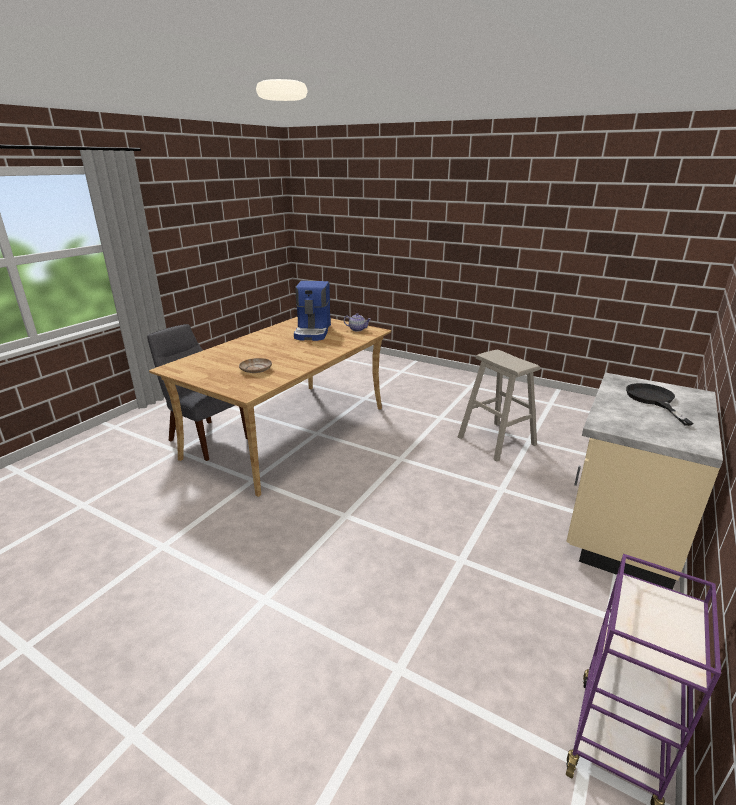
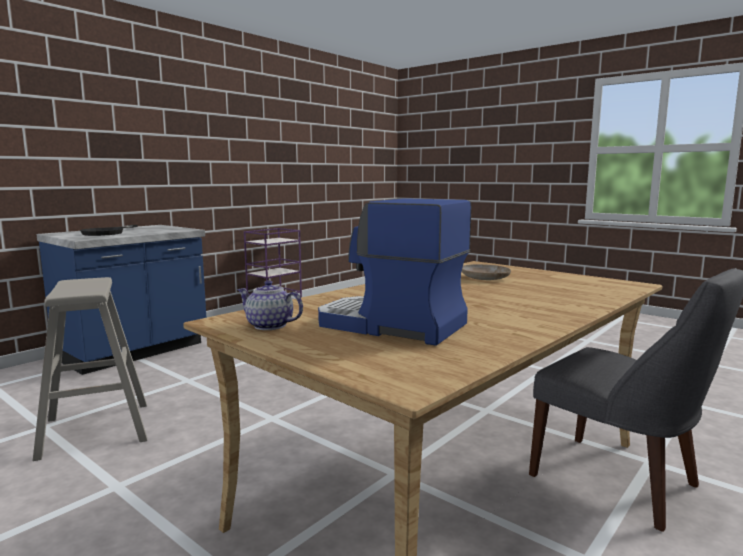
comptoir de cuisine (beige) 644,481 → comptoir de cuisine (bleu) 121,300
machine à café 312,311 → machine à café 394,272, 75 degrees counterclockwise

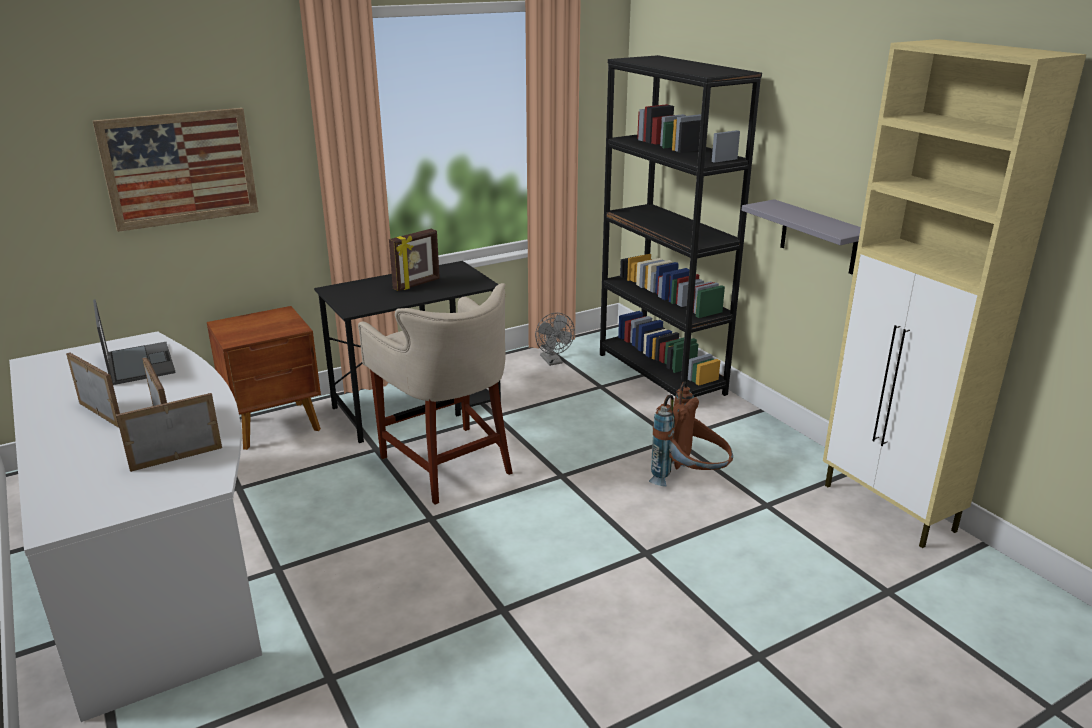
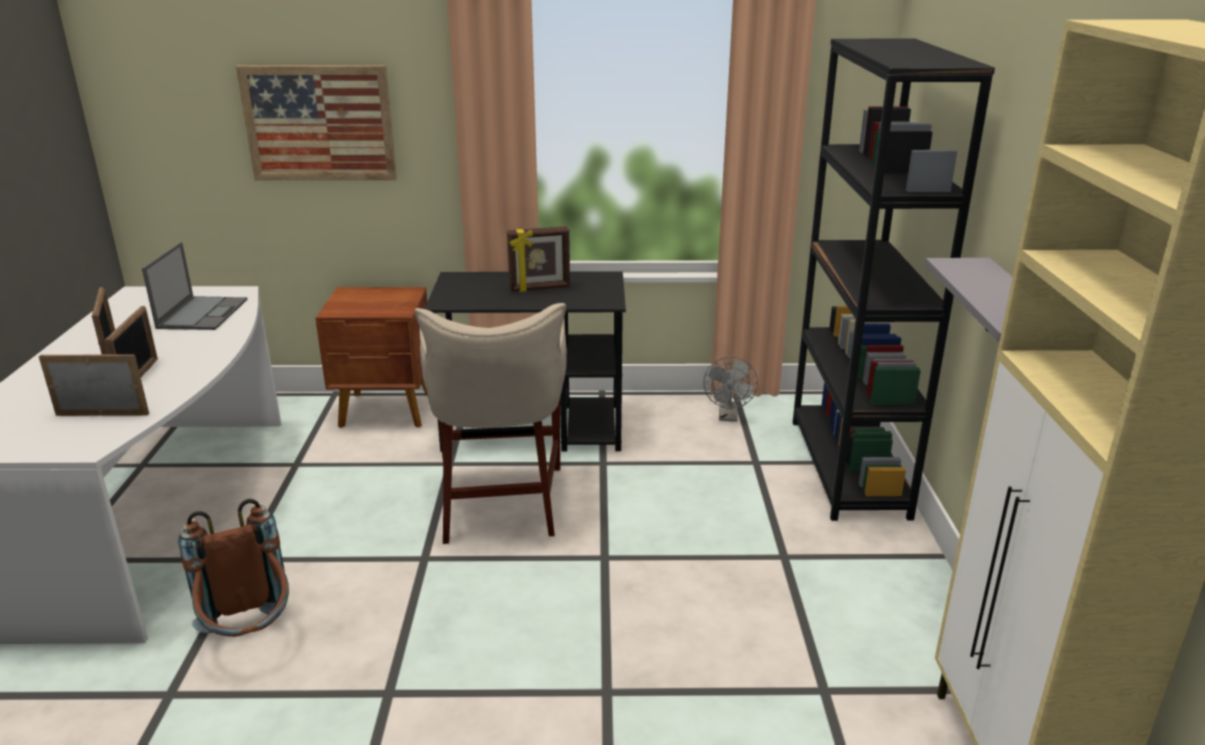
sac à dos (marron) 691,434 → sac à dos (marron) 233,568, relocated

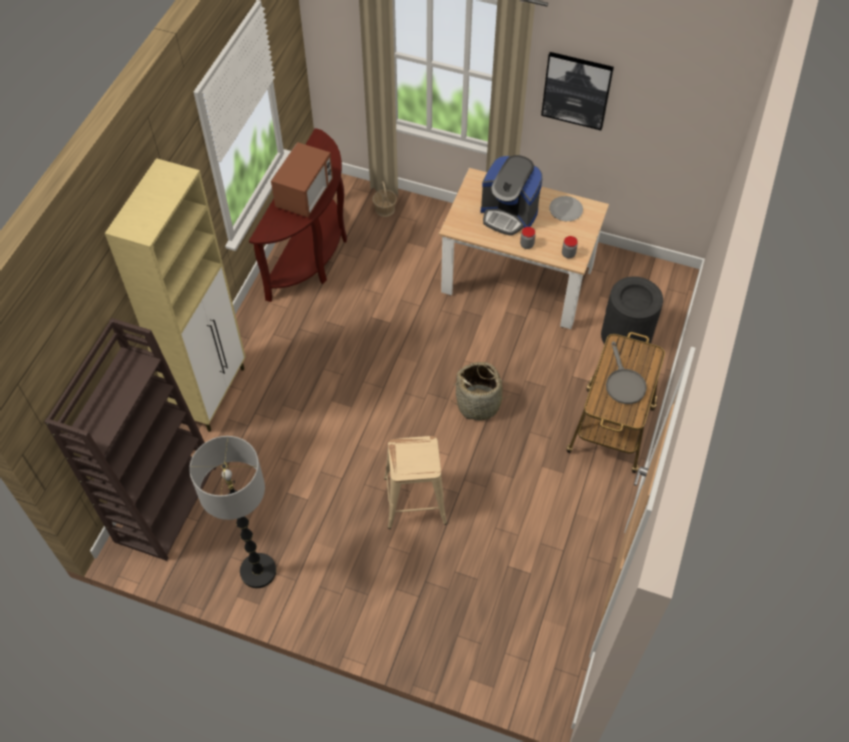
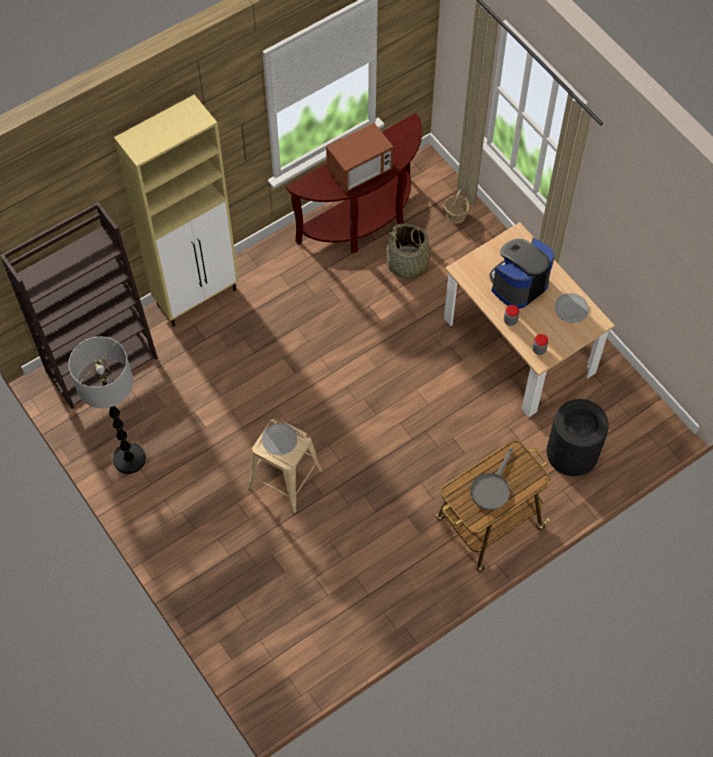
tableau 577,91 → -
- → assiette 279,439
panier 482,391 → panier 410,251, relocated
machine à café 511,195 → machine à café 522,273, 75 degrees clockwise

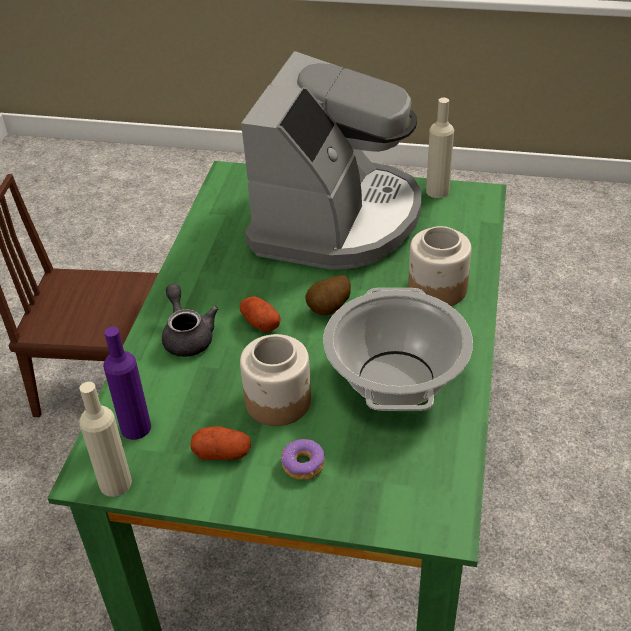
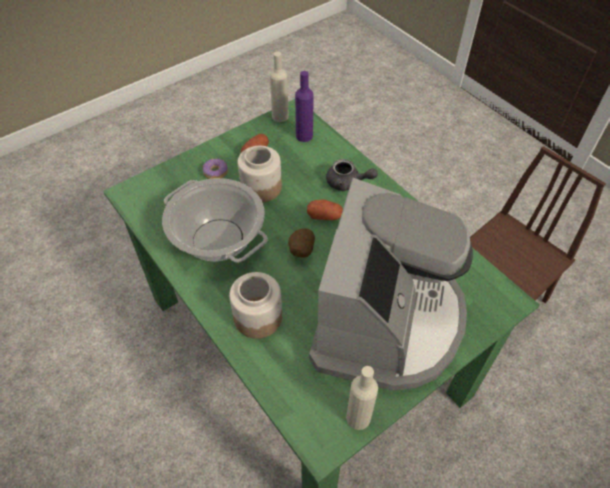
machine à café 331,160 → machine à café 391,284, 135 degrees counterclockwise

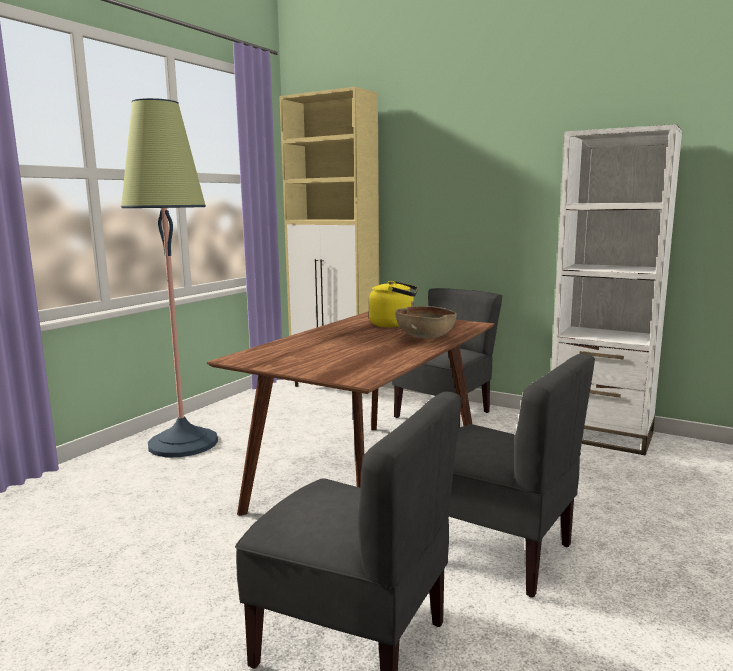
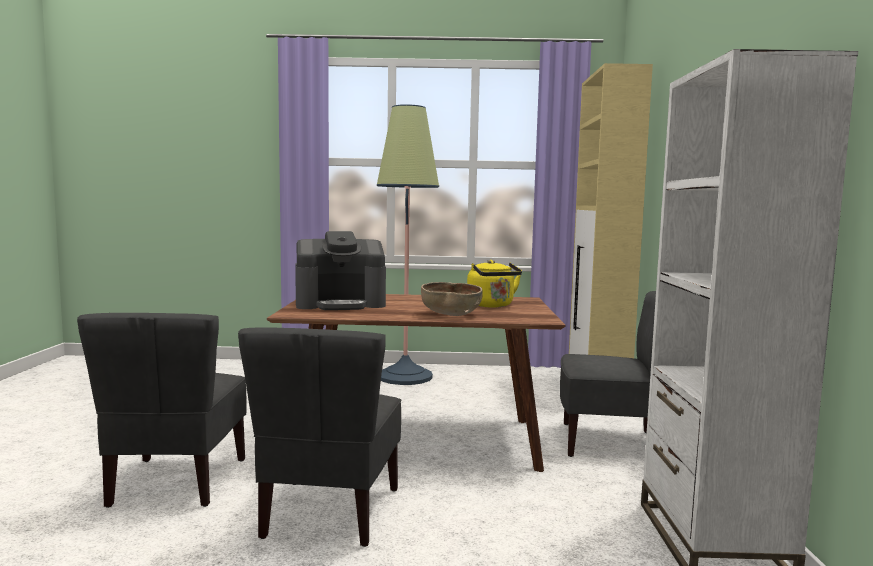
- → machine à café 340,270

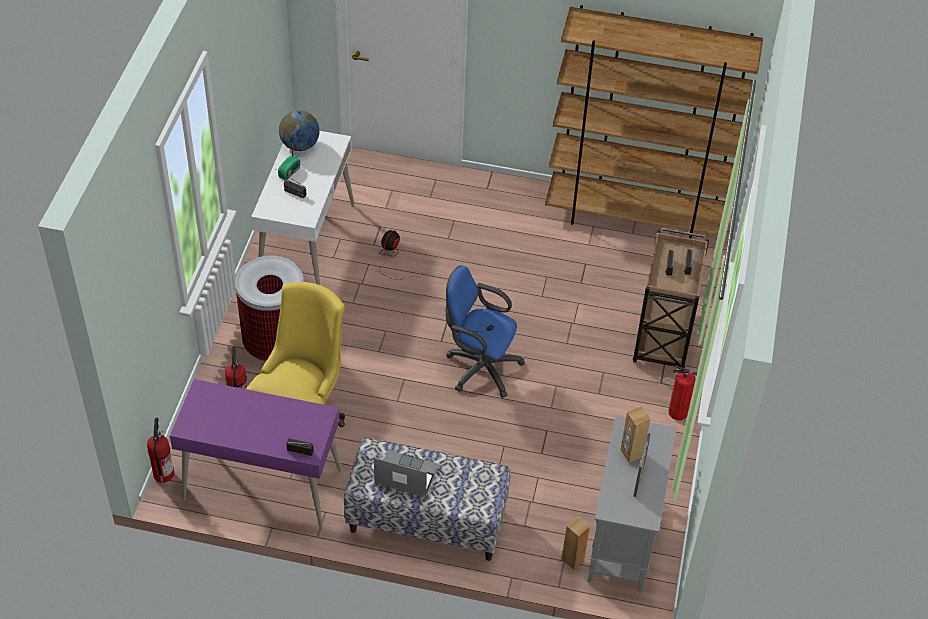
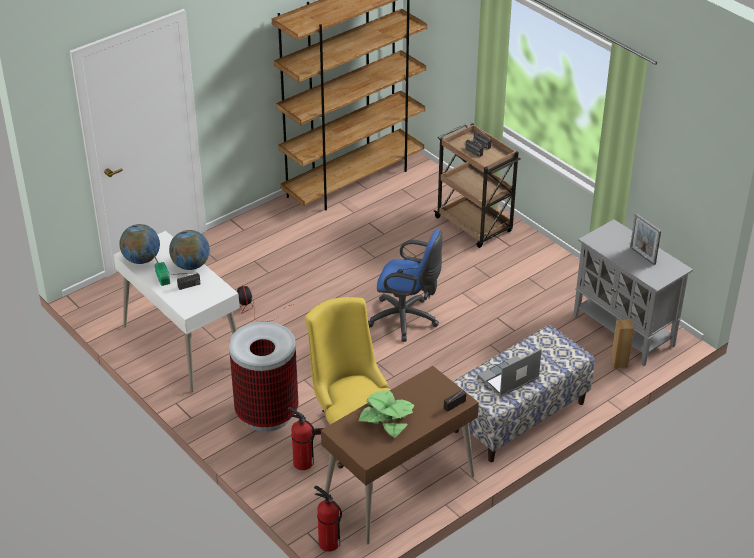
enceinte (marron) 635,434 → -
extincteur 682,393 → -
- → globe 189,250
- → plante en pot 386,414
bureau (violet) 256,454 → bureau (marron) 400,455
chaise de bureau (bleu) 485,331 → chaise de bureau (bleu) 405,285, 135 degrees counterclockwise

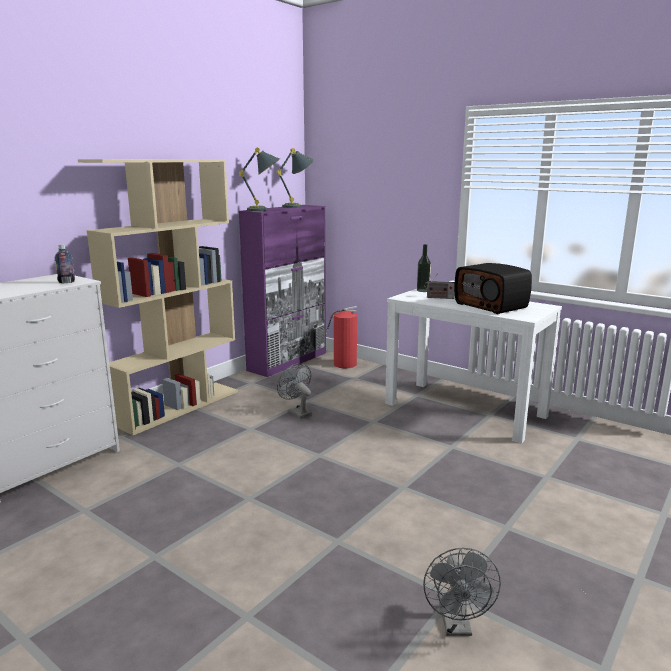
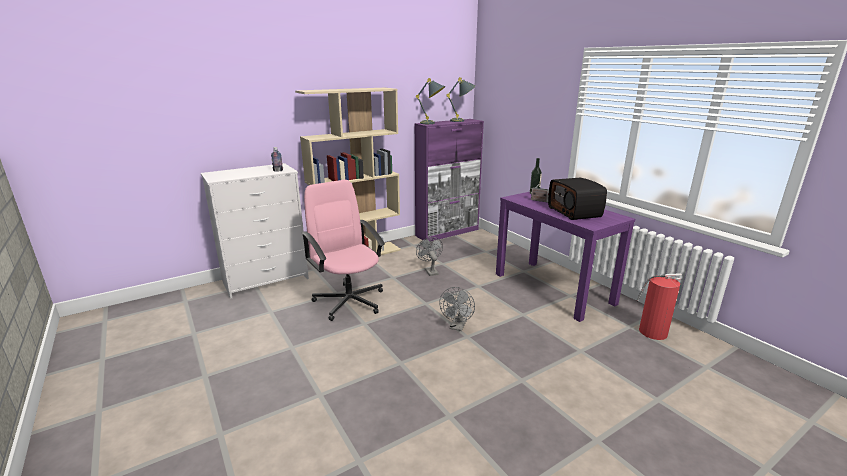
- → chaise de bureau (rose) 343,250
extincteur 341,337 → extincteur 659,306, relocated
ventilateur (gris) 462,592 → ventilateur (gris) 457,309, relocated
table console (blanc) 473,366 → table console (violet) 565,257

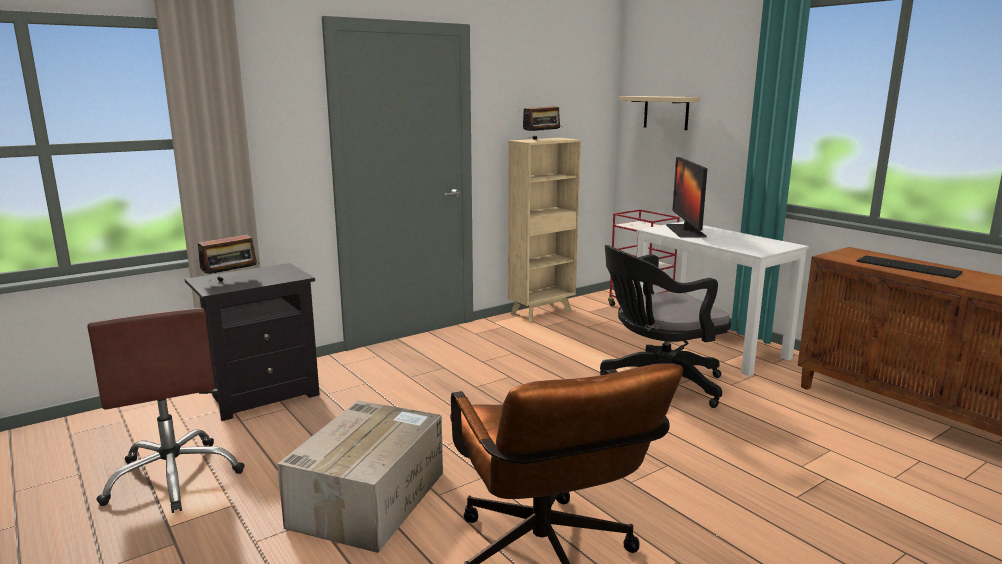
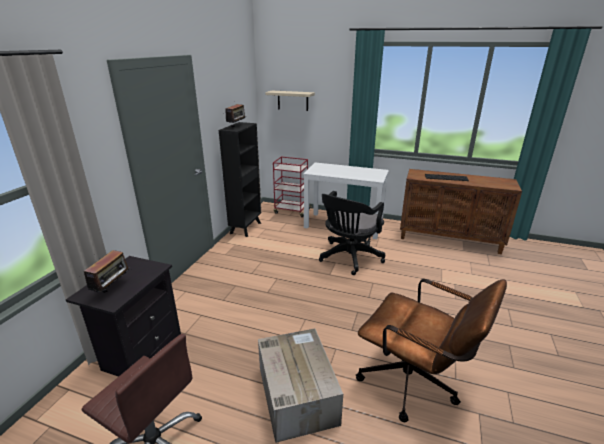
écran d'ordinateur 686,197 → -
bibliothèque (beige) 544,230 → bibliothèque (noir) 240,179

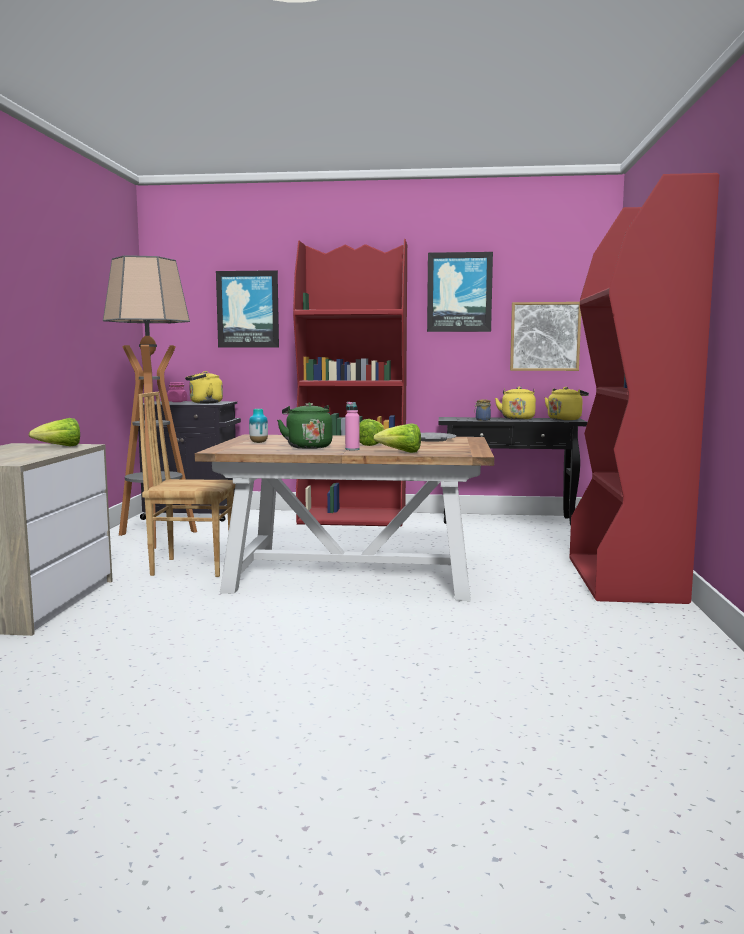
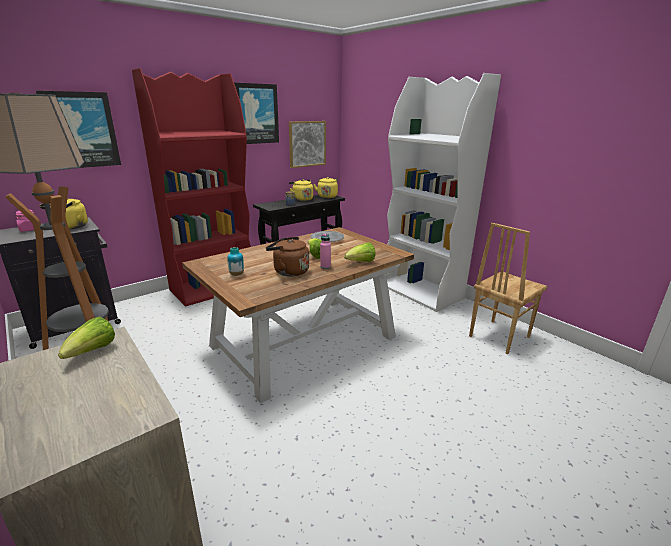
chaise (marron) 186,484 → chaise (marron) 508,289, relocated
bouilloire (vert) 304,426 → bouilloire (marron) 287,257
bibliothèque (rouge) 644,388 → bibliothèque (blanc) 444,192

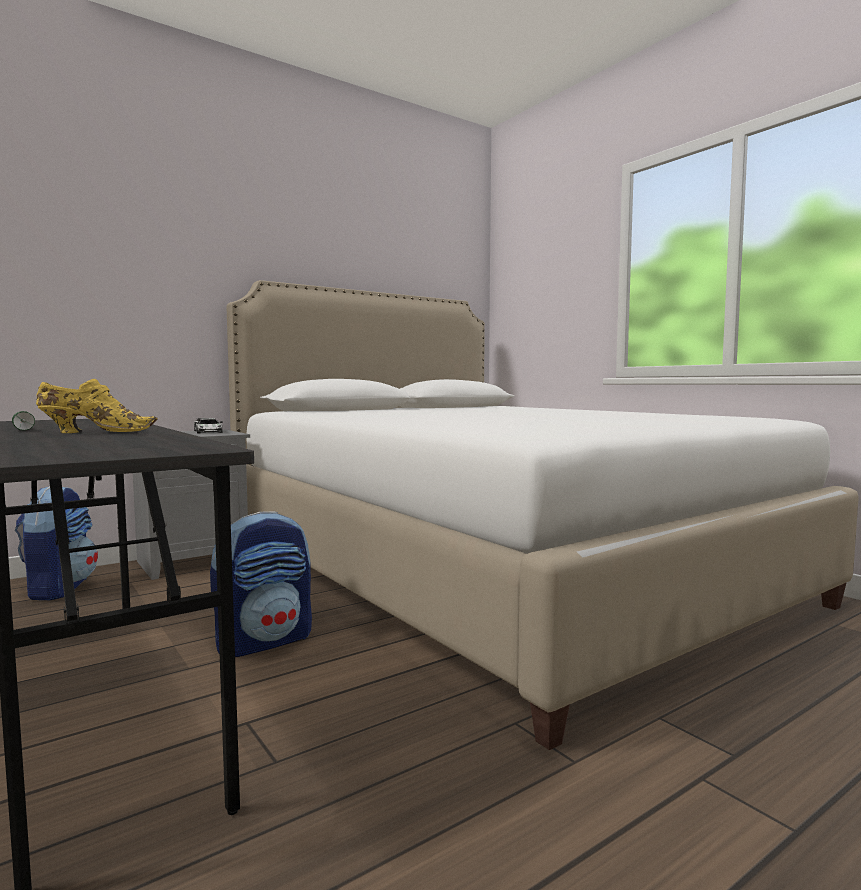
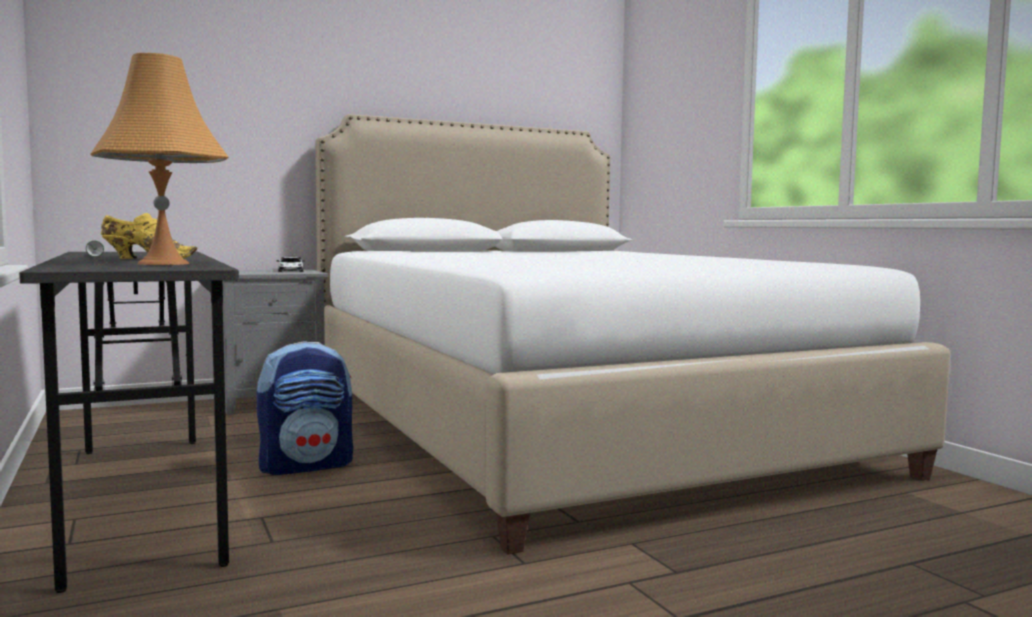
sac à dos 56,543 → -
- → lampe de table (orange) 159,159

